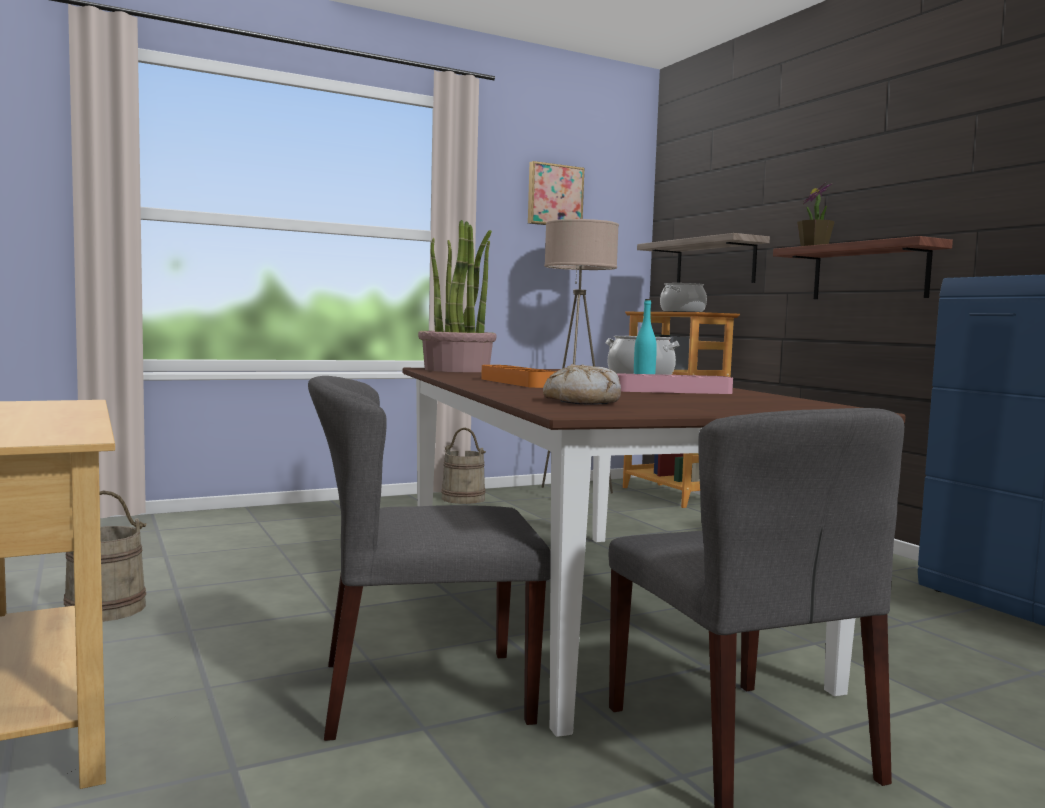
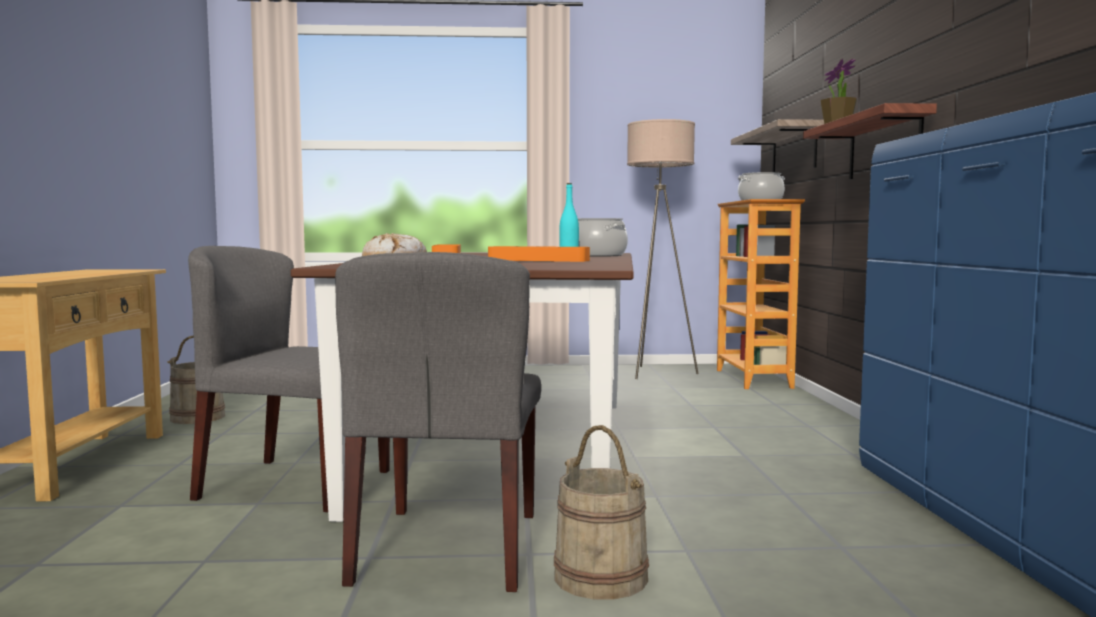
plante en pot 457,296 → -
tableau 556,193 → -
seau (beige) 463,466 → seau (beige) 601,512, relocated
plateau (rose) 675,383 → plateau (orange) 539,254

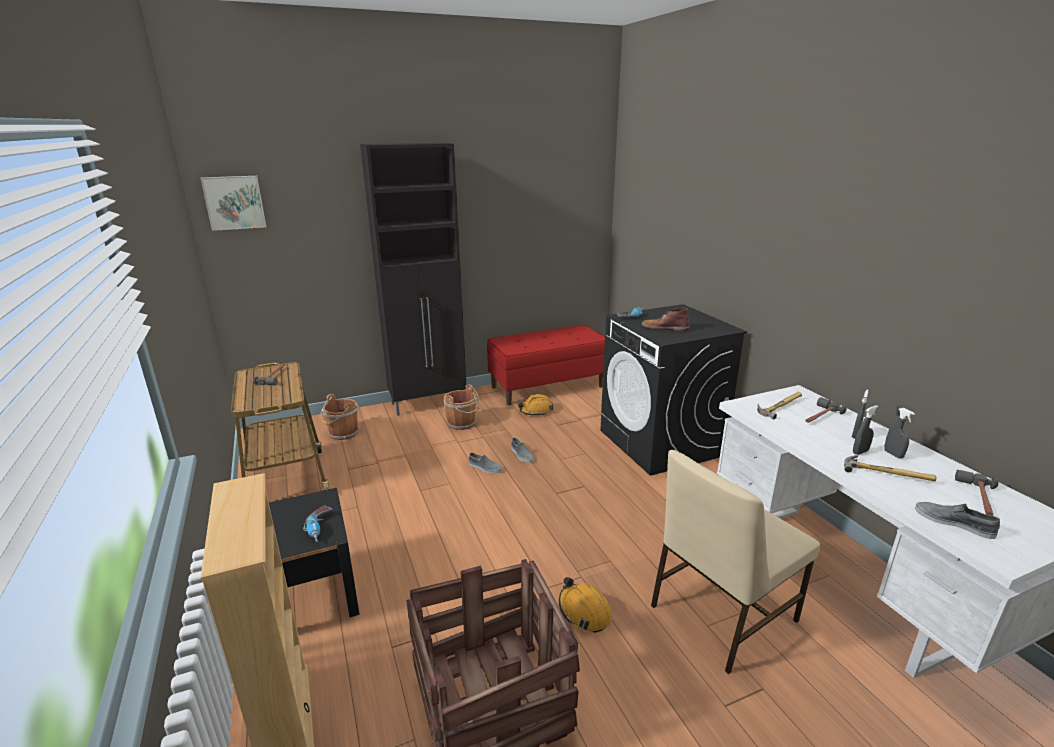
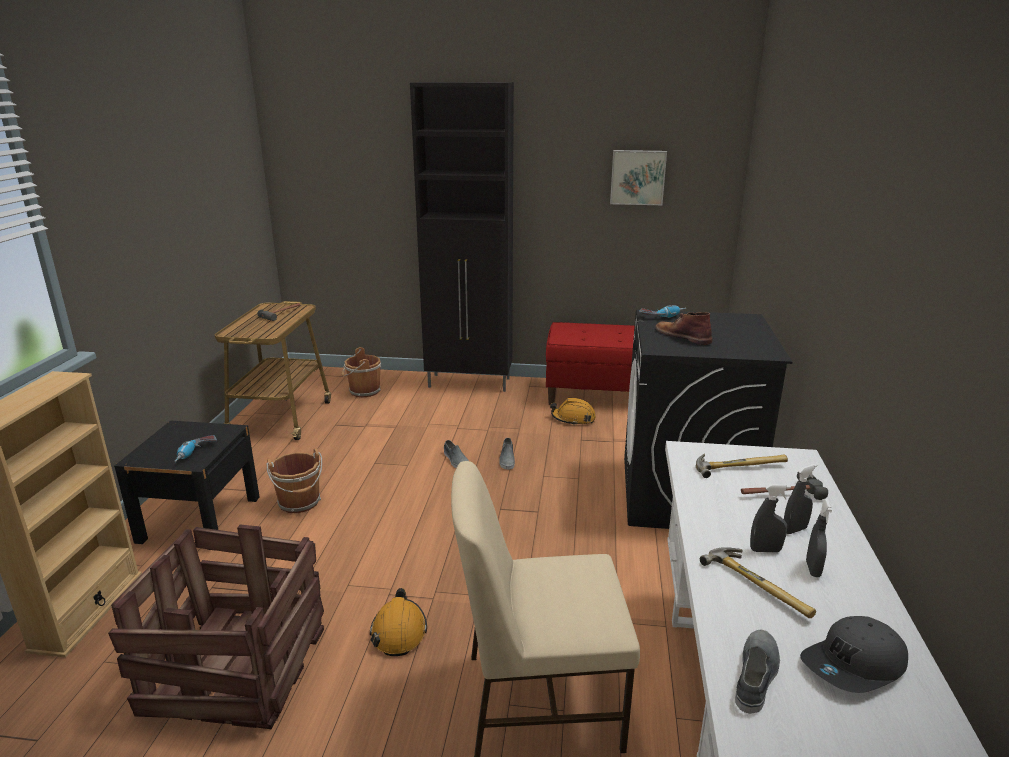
tableau 233,203 → tableau 638,177, relocated
seau (marron) 462,407 → seau (marron) 294,480, relocated
marteau 976,493 → casquette (gris) 854,654
chaussure (gris) 957,520 → chaussure (gris) 757,671, 45 degrees clockwise

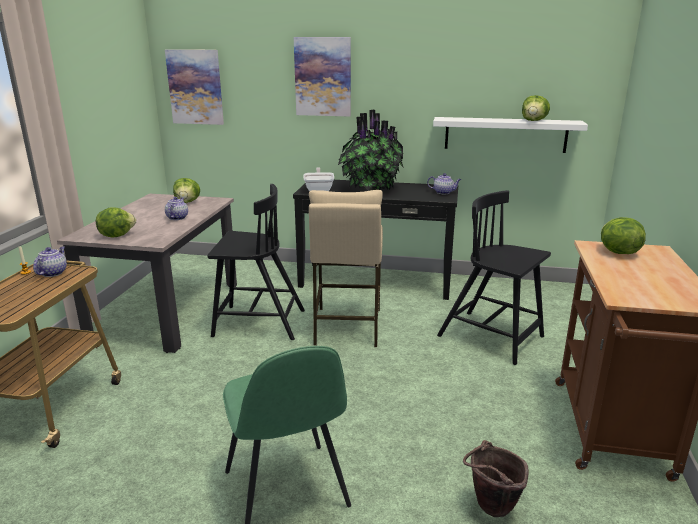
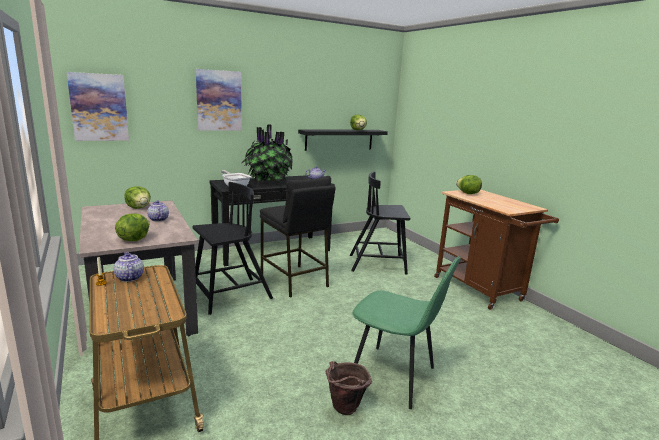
seau (marron) 496,478 → seau (marron) 349,388, relocated
tabouret (beige) 346,268 → tabouret (noir) 298,237
étagère (blanc) 510,135 → étagère (noir) 343,140

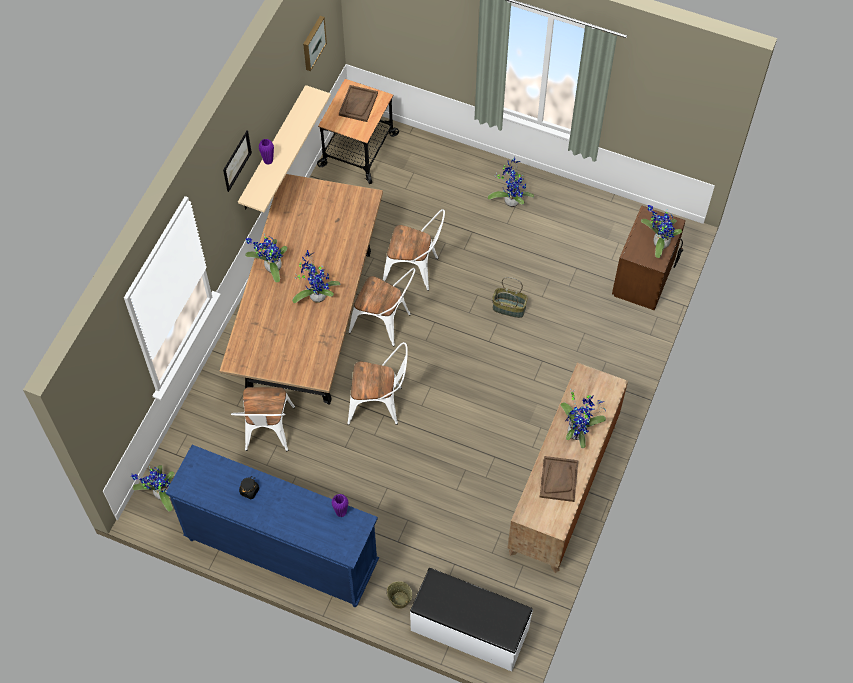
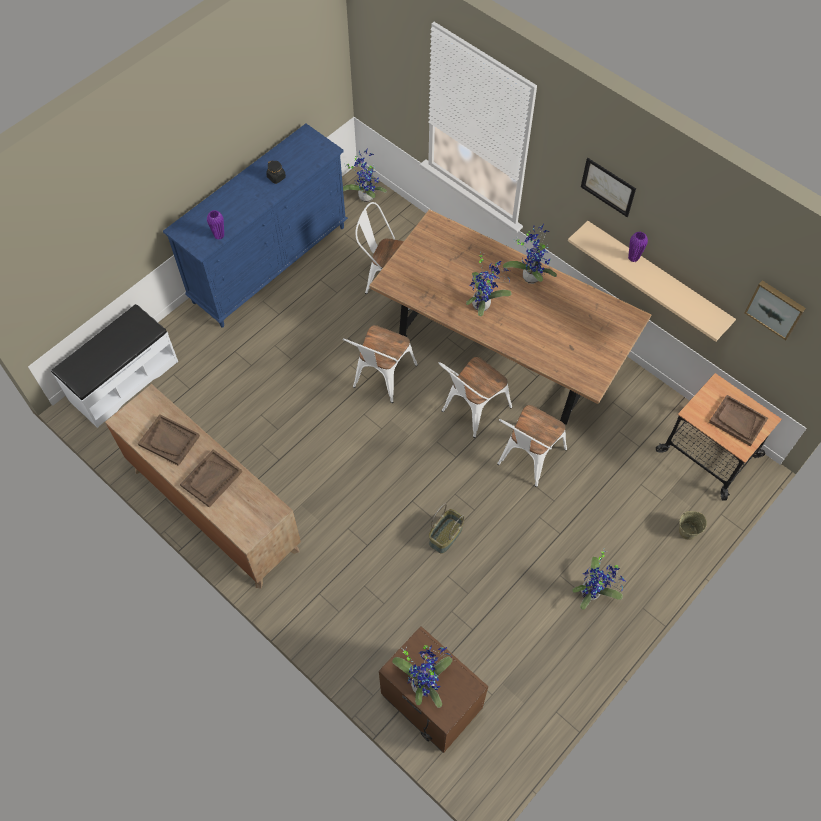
seau (beige) 399,595 → seau (beige) 693,525, relocated
plante en pot 583,418 → plateau (marron) 211,478

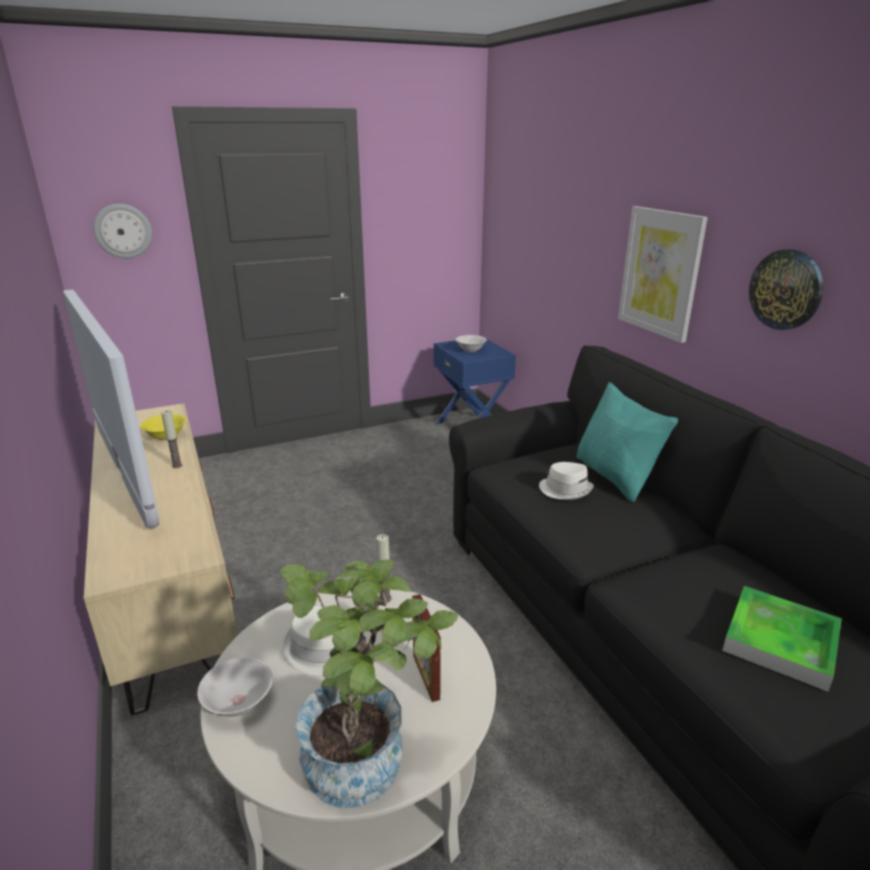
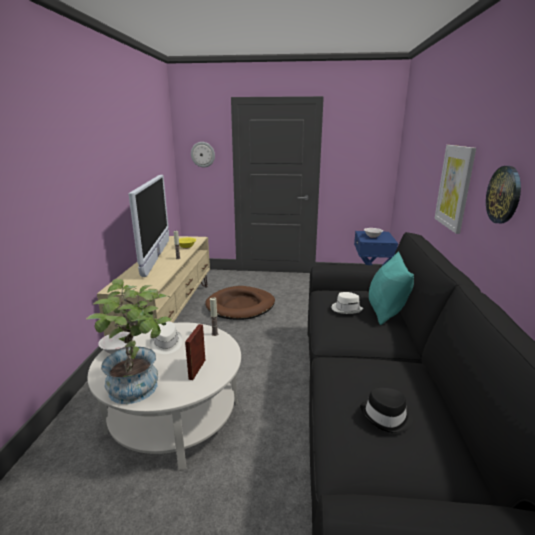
- → panier pour chien (marron) 240,303
plateau 782,639 → chapeau (noir) 386,410

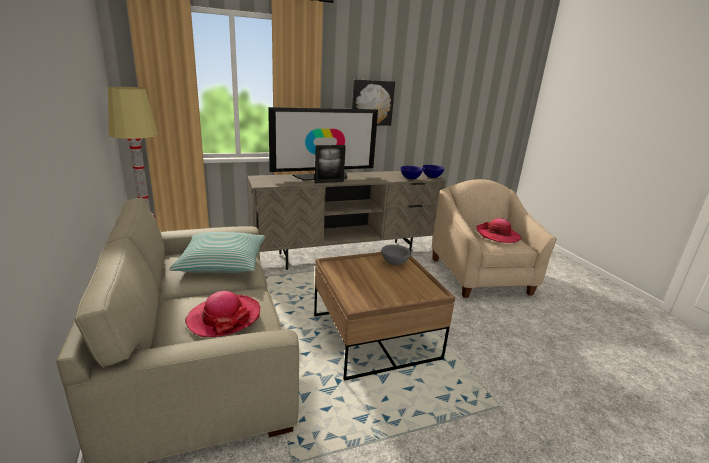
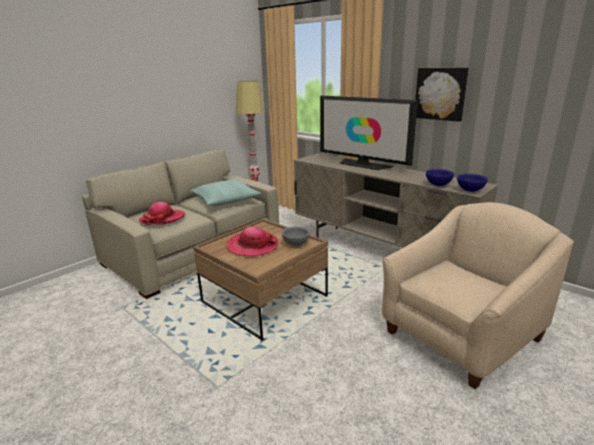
cadre photo 330,164 → -
chapeau 499,230 → chapeau 252,241, relocated

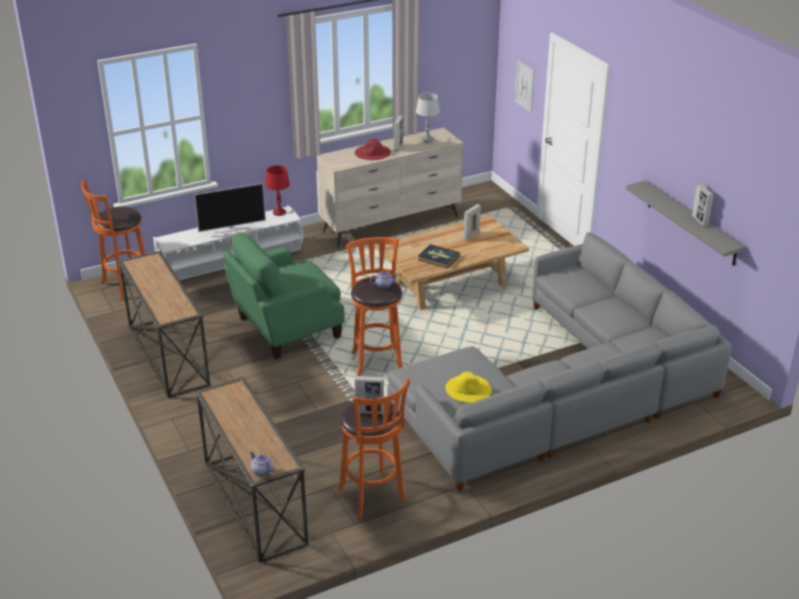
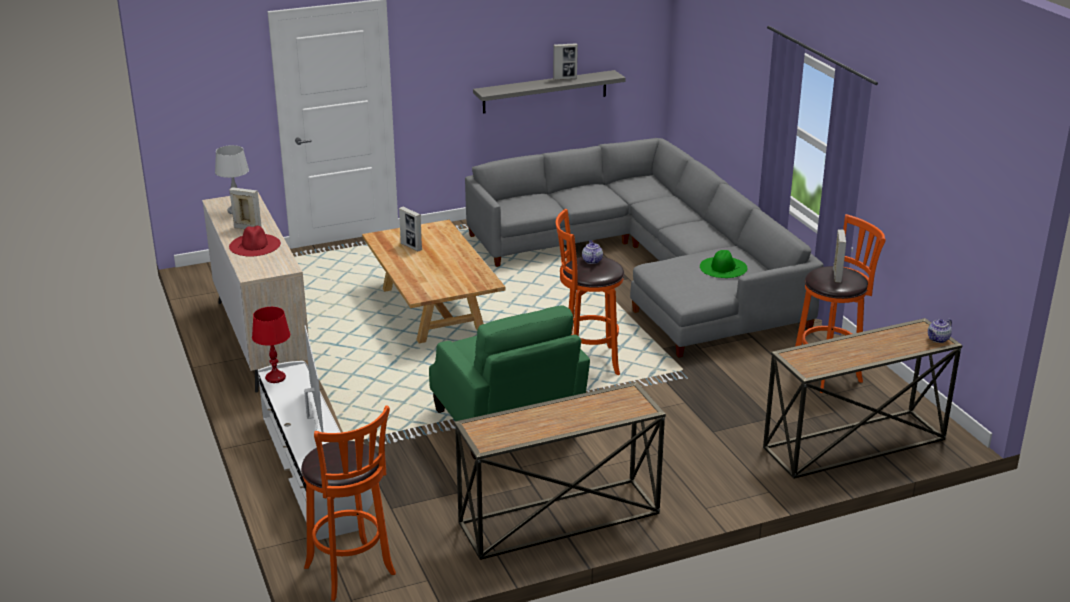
livre 439,256 → -
tableau 524,86 → -
chapeau (jaune) 469,387 → chapeau (vert) 723,264

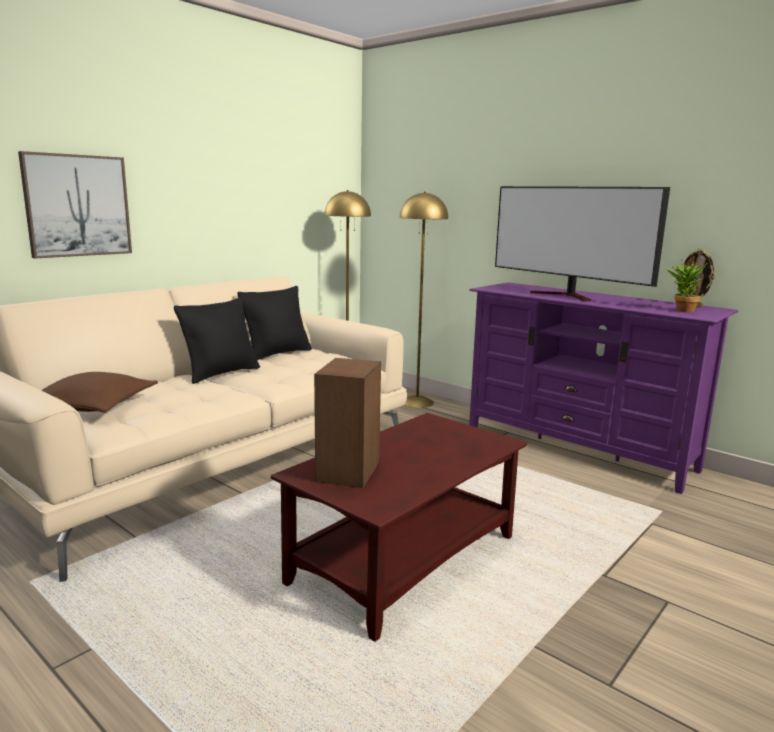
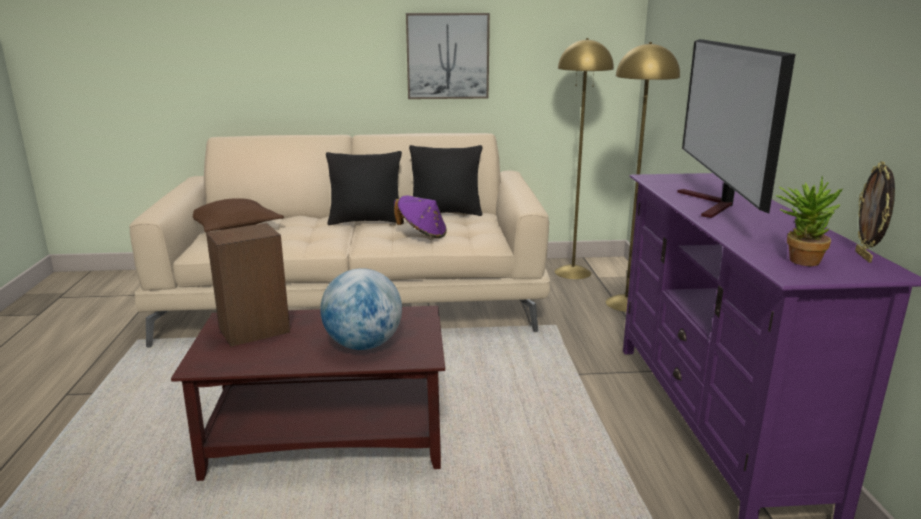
- → globe 361,309
- → chapeau (violet) 420,216
tableau 75,204 → tableau 448,56, relocated

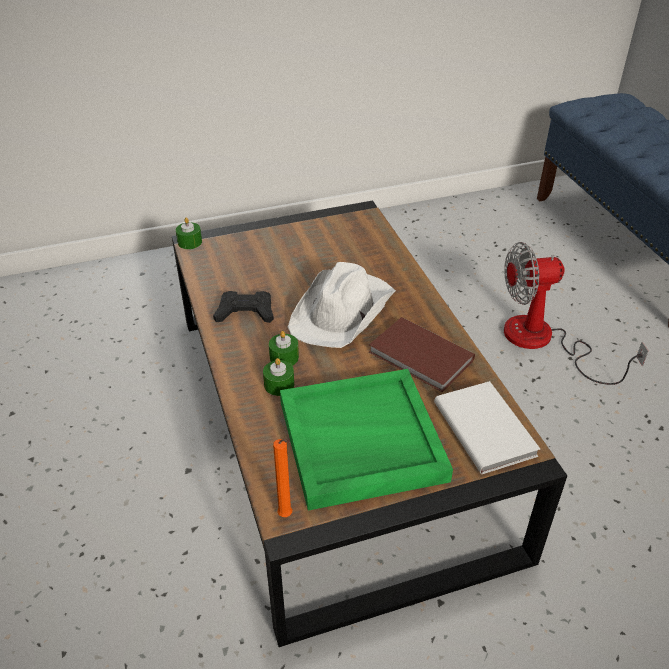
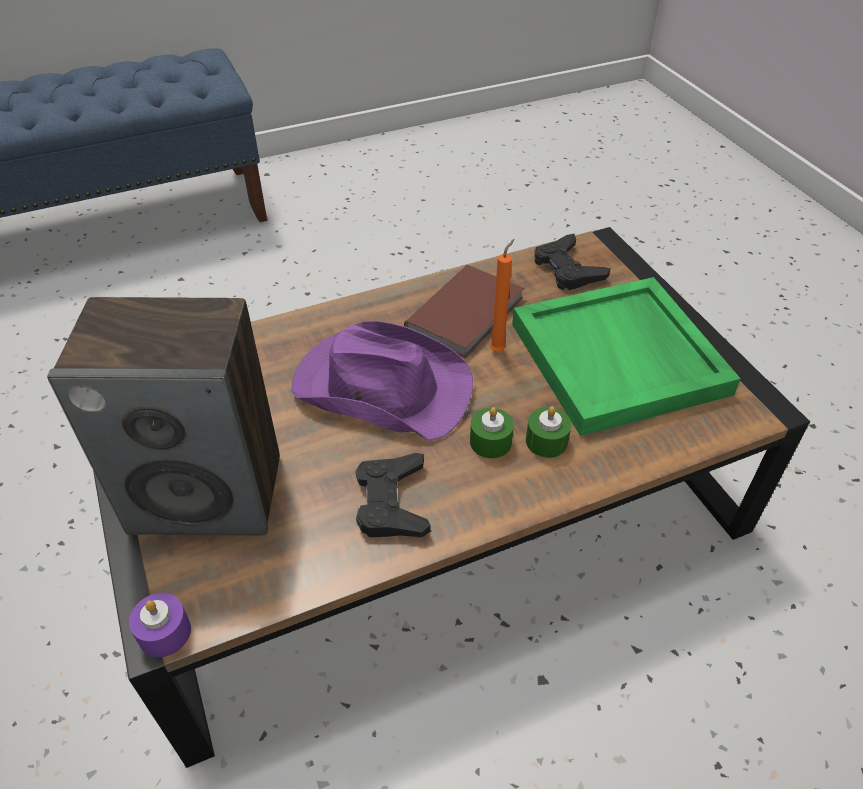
ventilateur 576,313 → -
- → enceinte 163,416
bougie (orange) 282,478 → bougie (orange) 502,295, relocated
livre (blanc) 487,427 → manette (noir) 572,262
bougie (vert) 189,233 → bougie (violet) 160,625
chapeau (blanc) 342,305 → chapeau (violet) 382,381

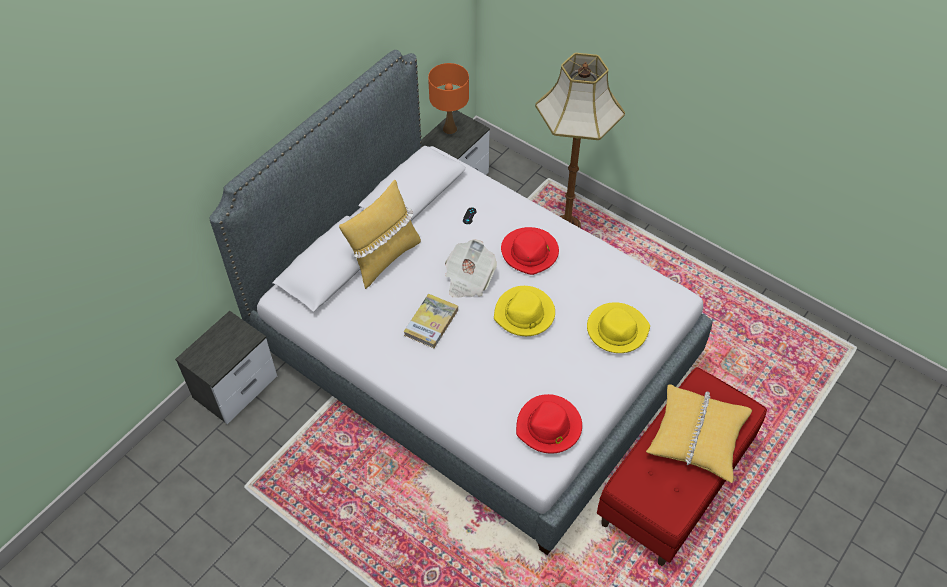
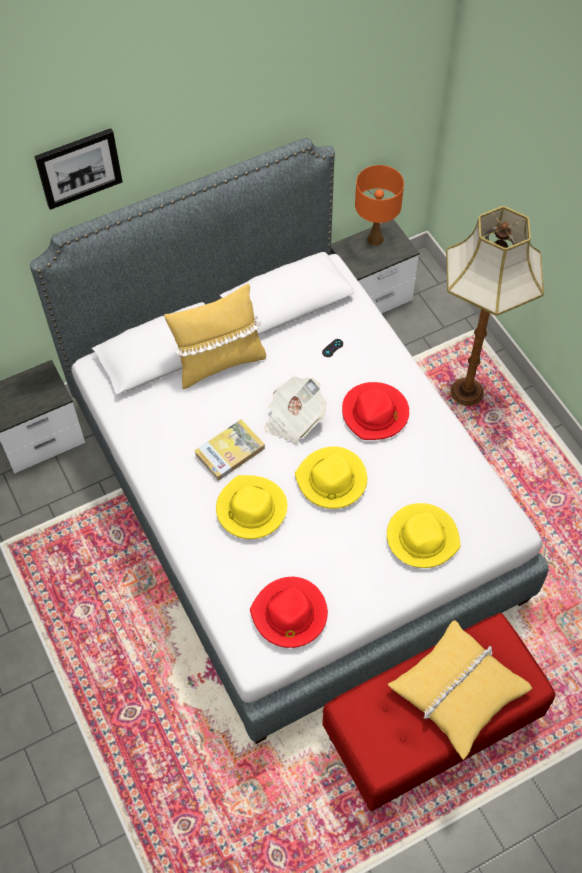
- → tableau 78,169
- → chapeau (jaune) 251,507

